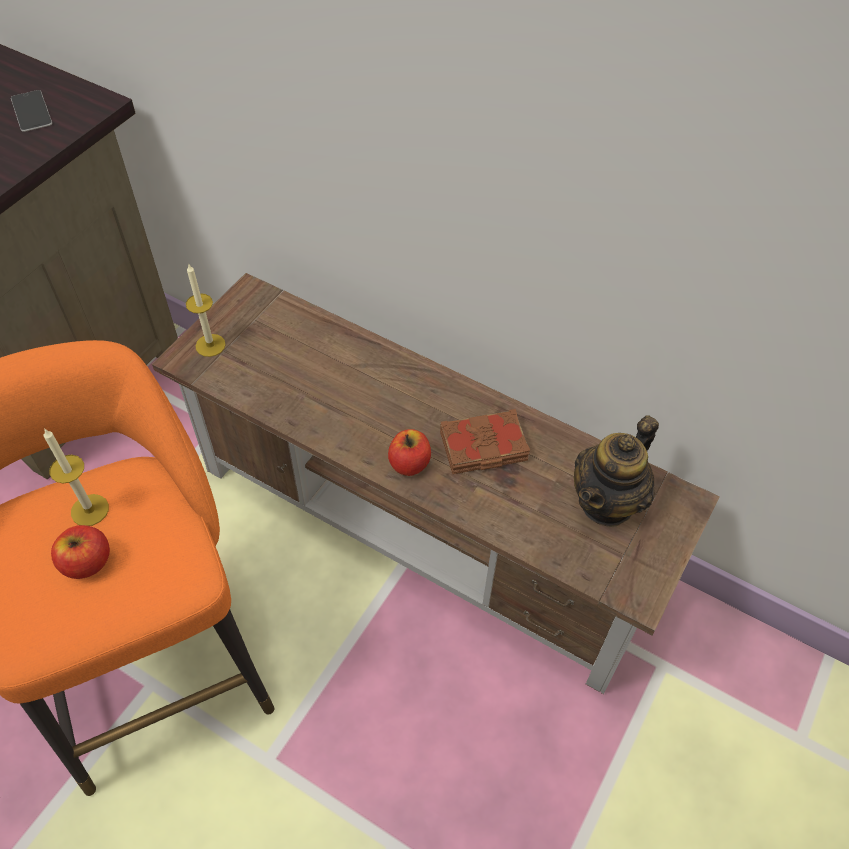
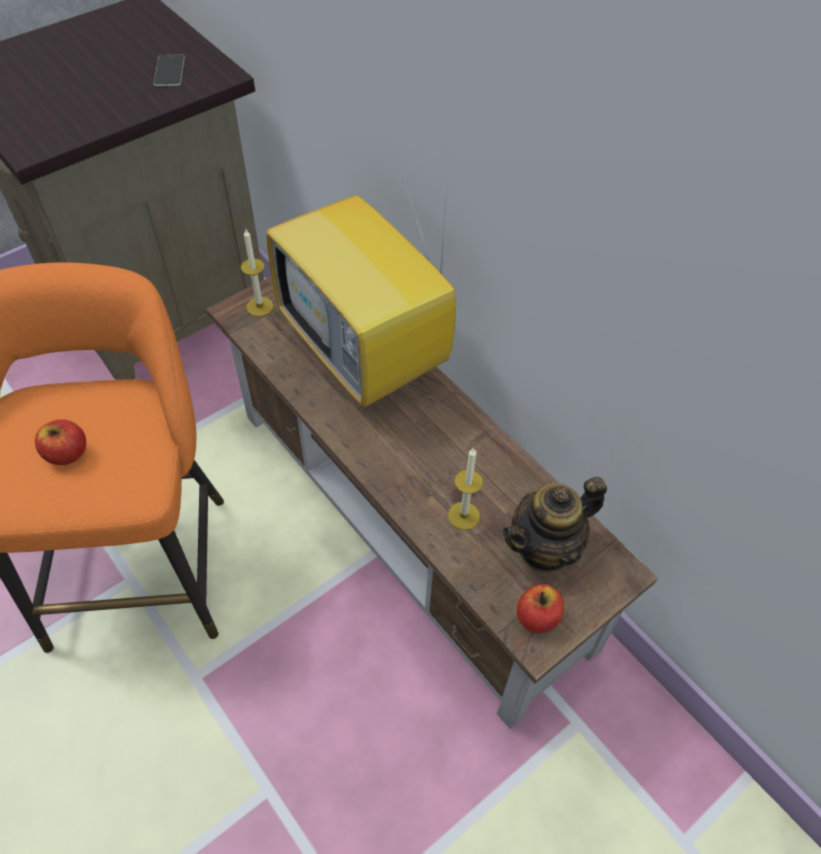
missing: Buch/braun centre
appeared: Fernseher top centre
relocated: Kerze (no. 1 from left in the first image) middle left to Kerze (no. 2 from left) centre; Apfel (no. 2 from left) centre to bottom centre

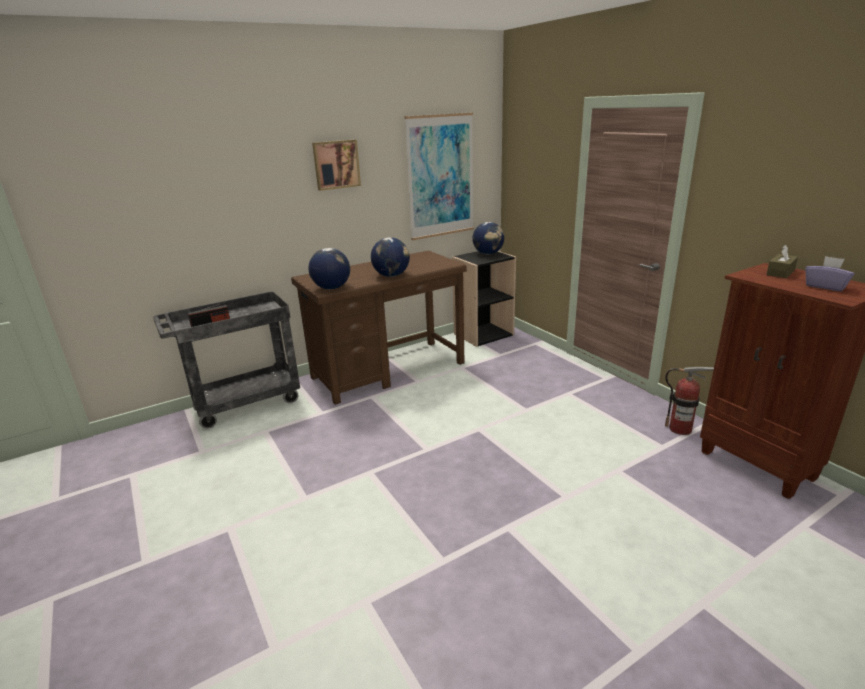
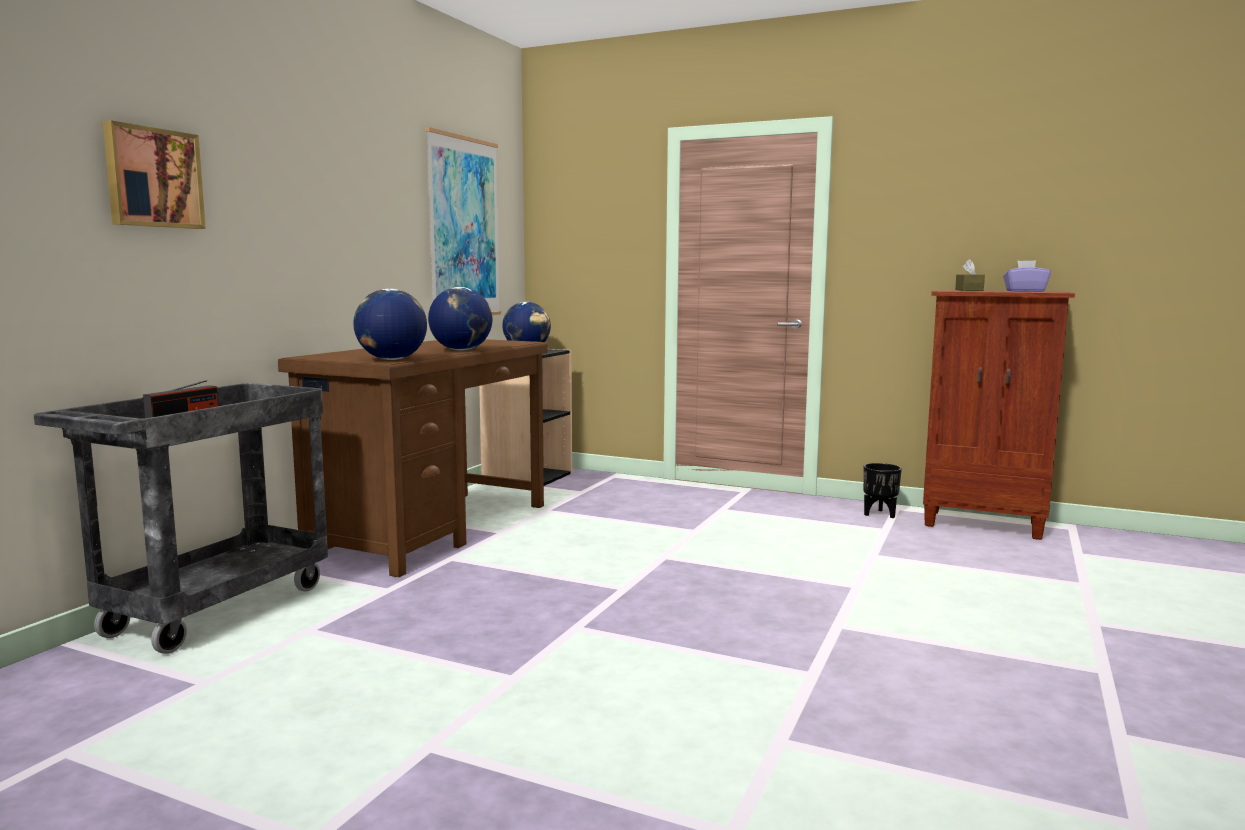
relocated: Bild (no. 1 from left) top centre to top left
exchanged: Feuerlöscher middle right to Pflanzkübel/schwarz middle right

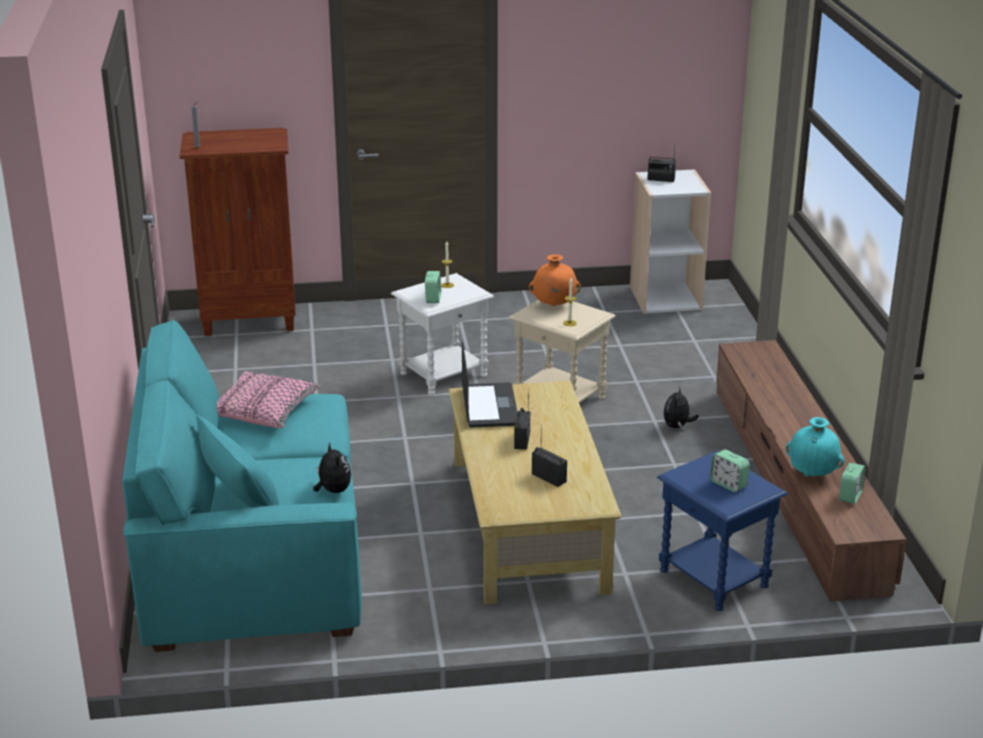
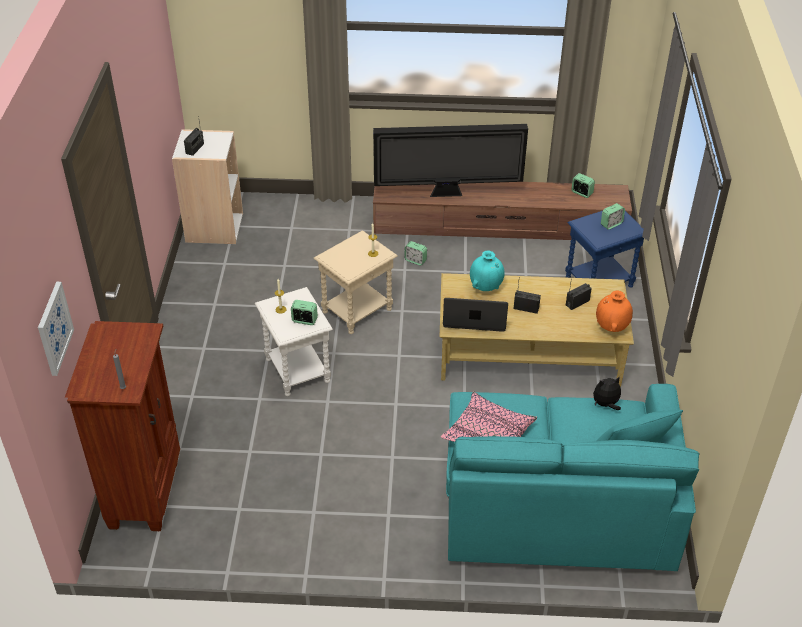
appeared: Bild middle left; Fernseher top centre
relocated: Vase/türkis middle right to centre; Vase/orange centre to middle right
exchanged: Plüschtier (no. 2 from left) middle right to Wecker (no. 2 from left) centre

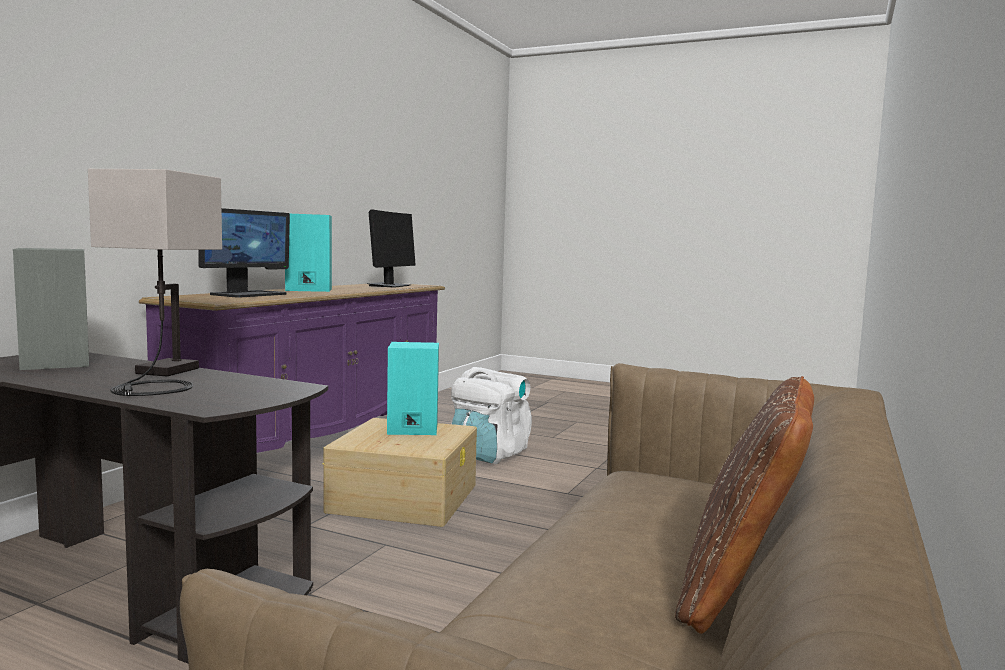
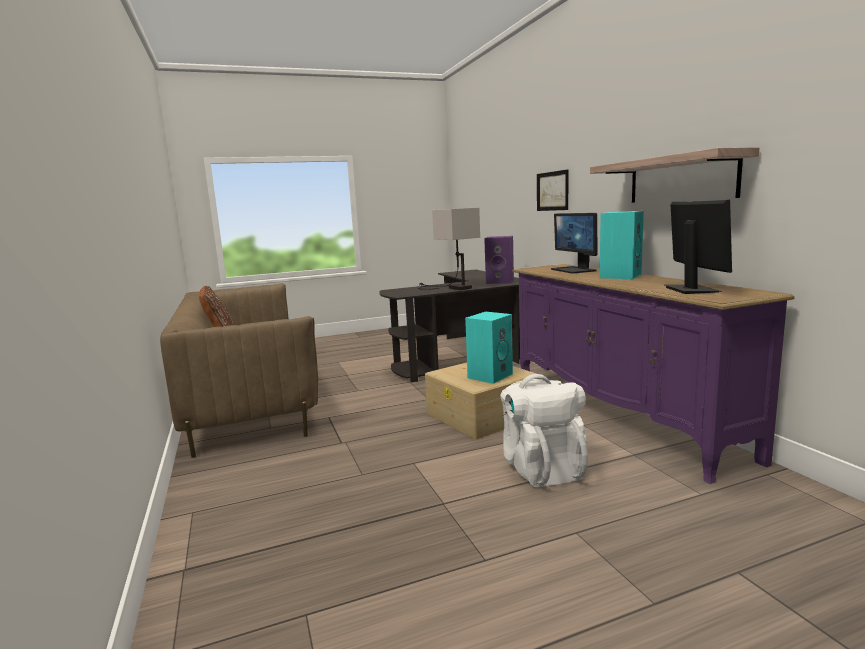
appeared: Bild top centre; Wandregal top right
colour: Lautsprecher/grau middle left to Lautsprecher/lila centre
spun: Monitor (no. 2 from left) centre = middle right 150 degrees counterclockwise

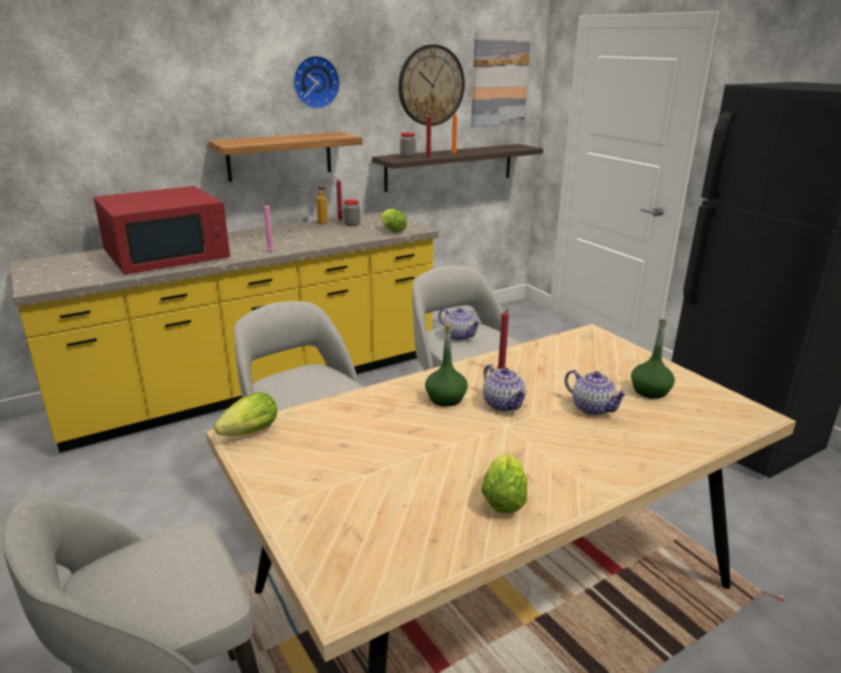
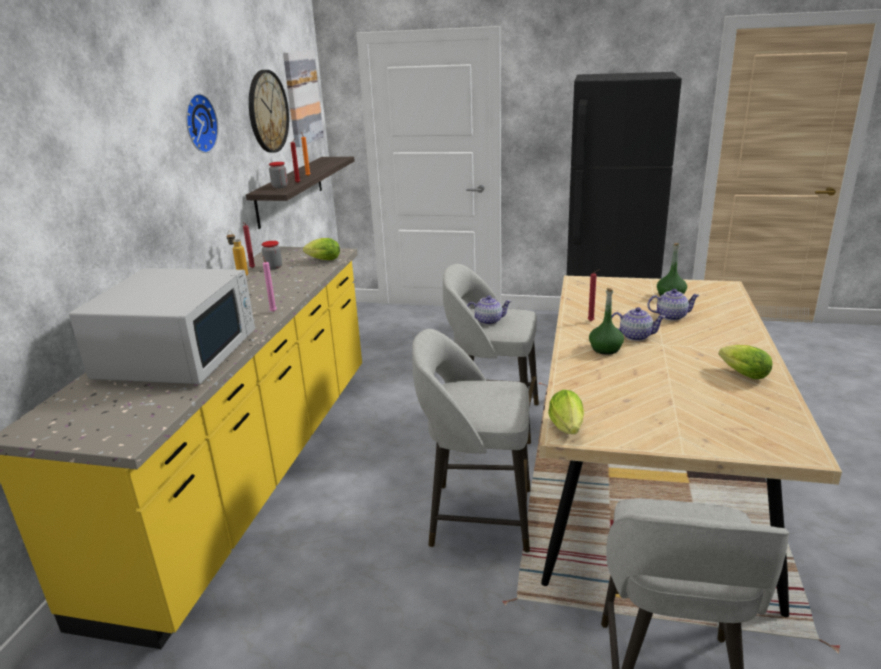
missing: Wandregal (no. 1 from left) top centre
colour: Mikrowelle/rot middle left to Mikrowelle/weiß middle left

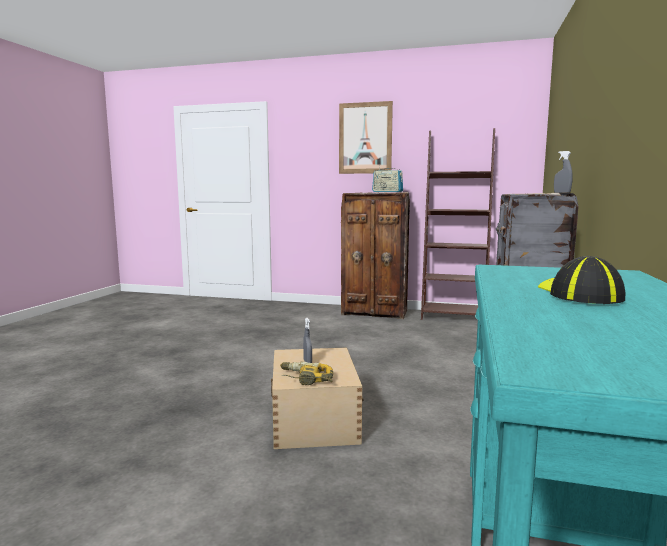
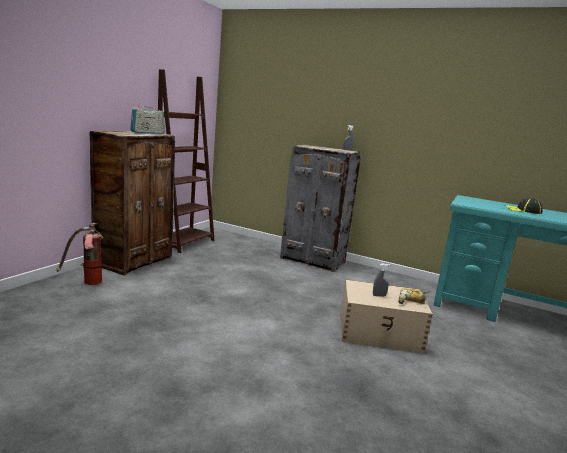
missing: Bild top centre
appeared: Feuerlöscher middle left

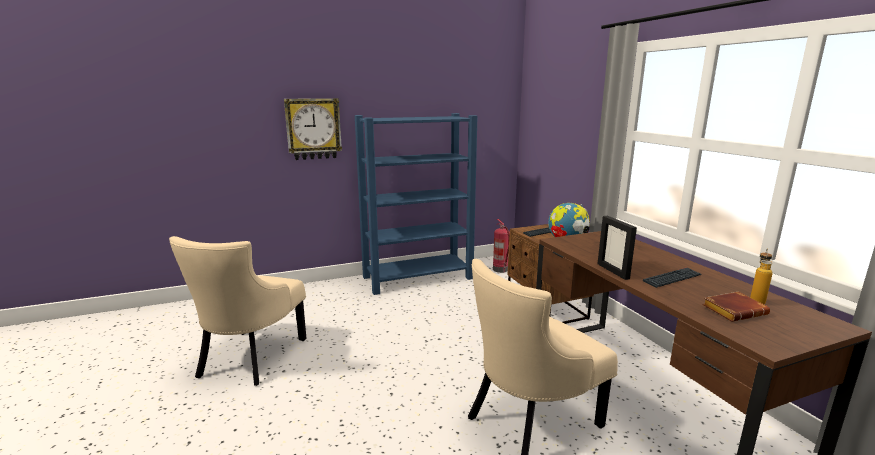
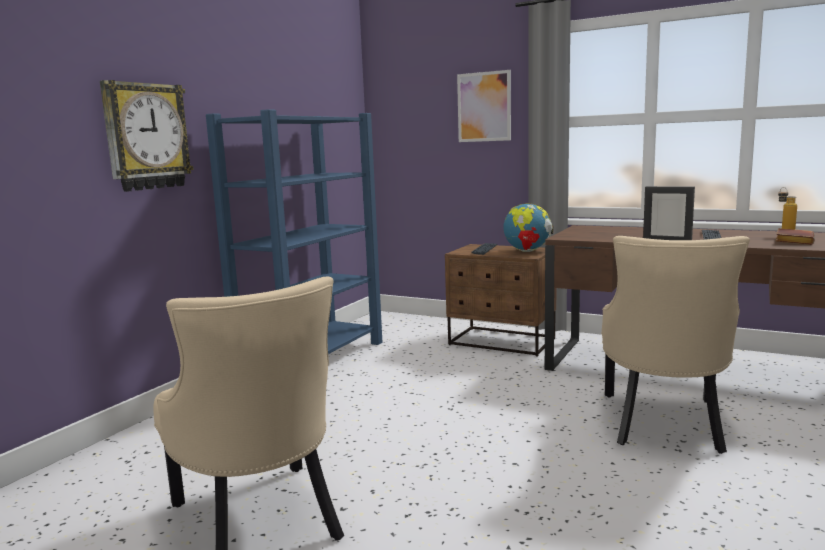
missing: Feuerlöscher centre
appeared: Bild top centre

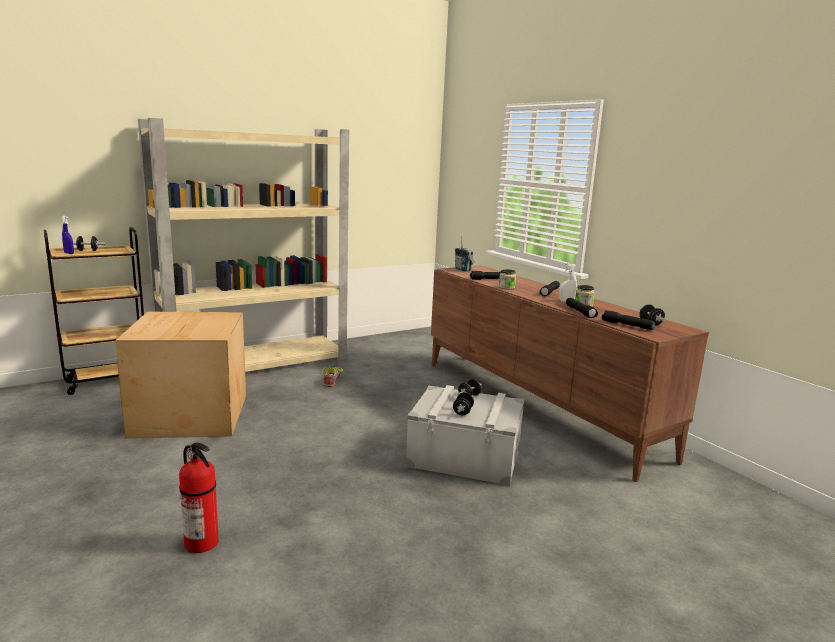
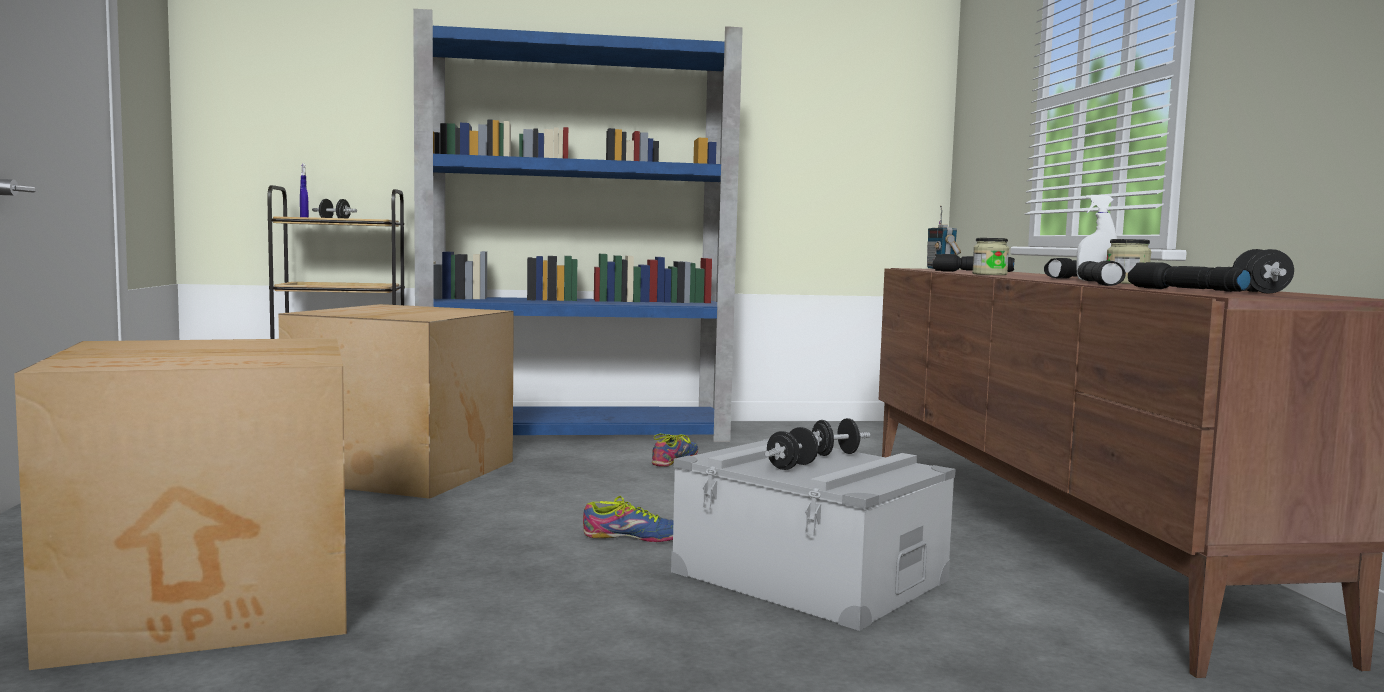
appeared: Schuh (no. 1 from left) bottom centre
exchanged: Feuerlöscher bottom left to Karton (no. 1 from left) bottom left
colour: Bücherregal/beige middle left to Bücherregal/blau top centre

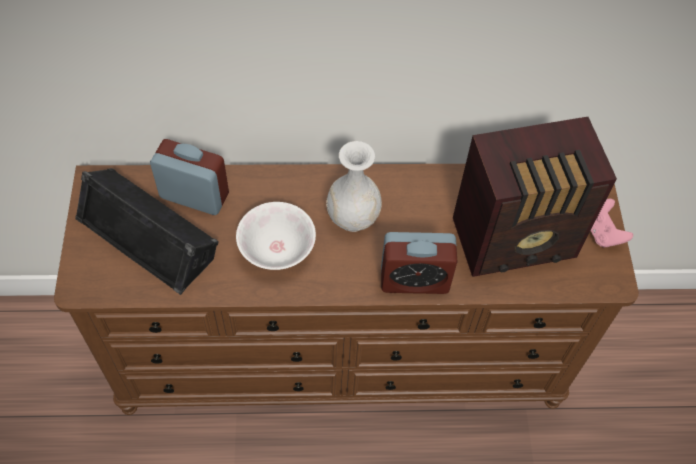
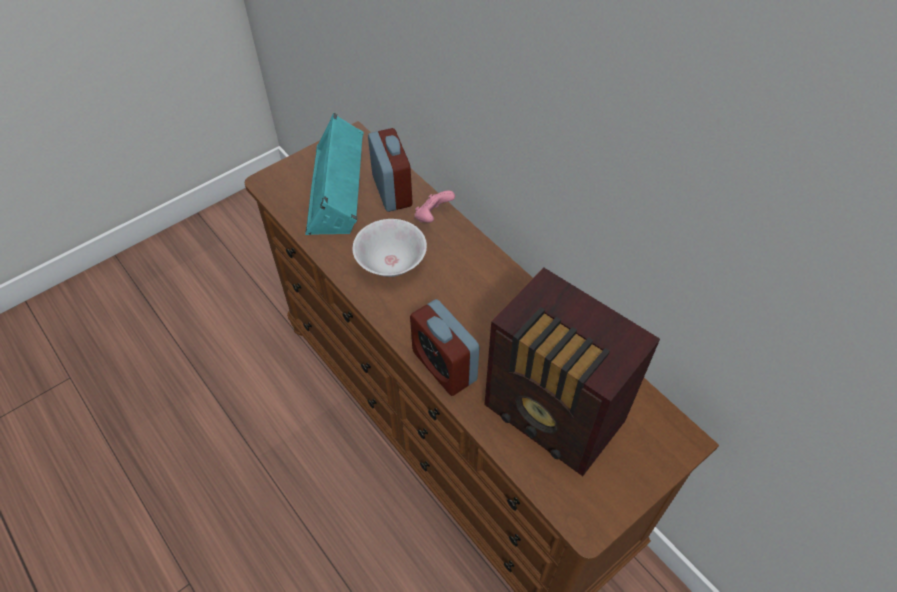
missing: Vase/weiß centre
relocated: Gamepad/rosa middle right to centre
colour: Lautsprecher/schwarz middle left to Lautsprecher/türkis top centre

